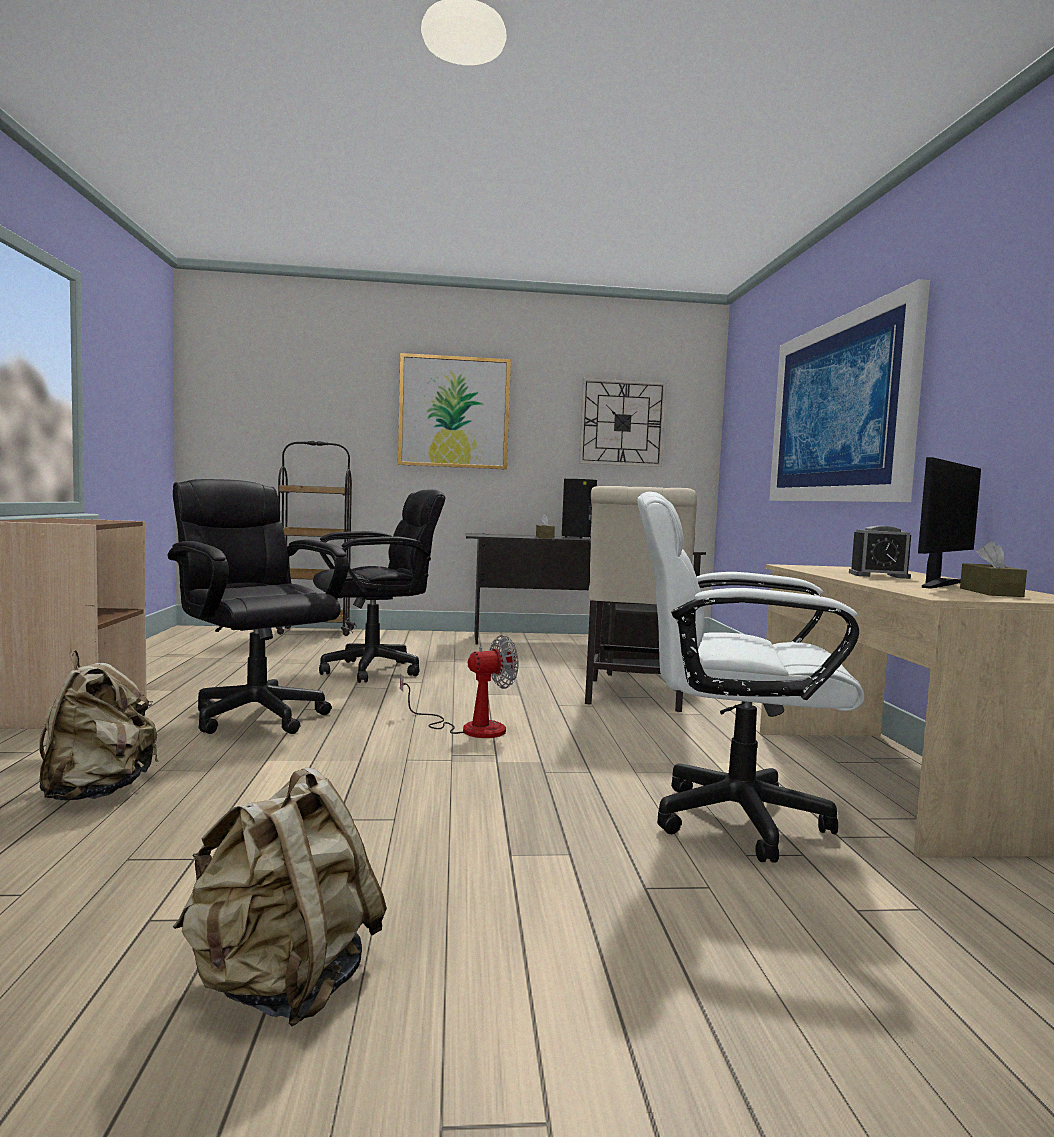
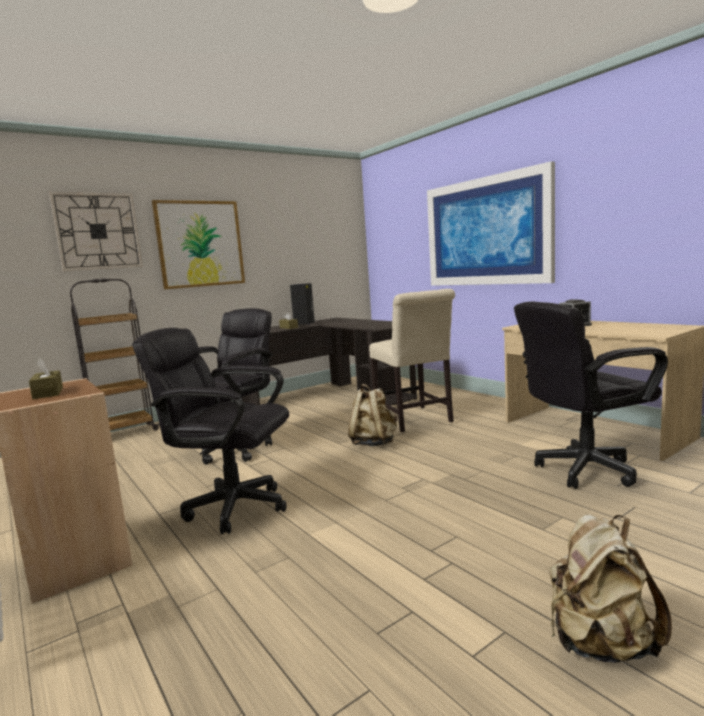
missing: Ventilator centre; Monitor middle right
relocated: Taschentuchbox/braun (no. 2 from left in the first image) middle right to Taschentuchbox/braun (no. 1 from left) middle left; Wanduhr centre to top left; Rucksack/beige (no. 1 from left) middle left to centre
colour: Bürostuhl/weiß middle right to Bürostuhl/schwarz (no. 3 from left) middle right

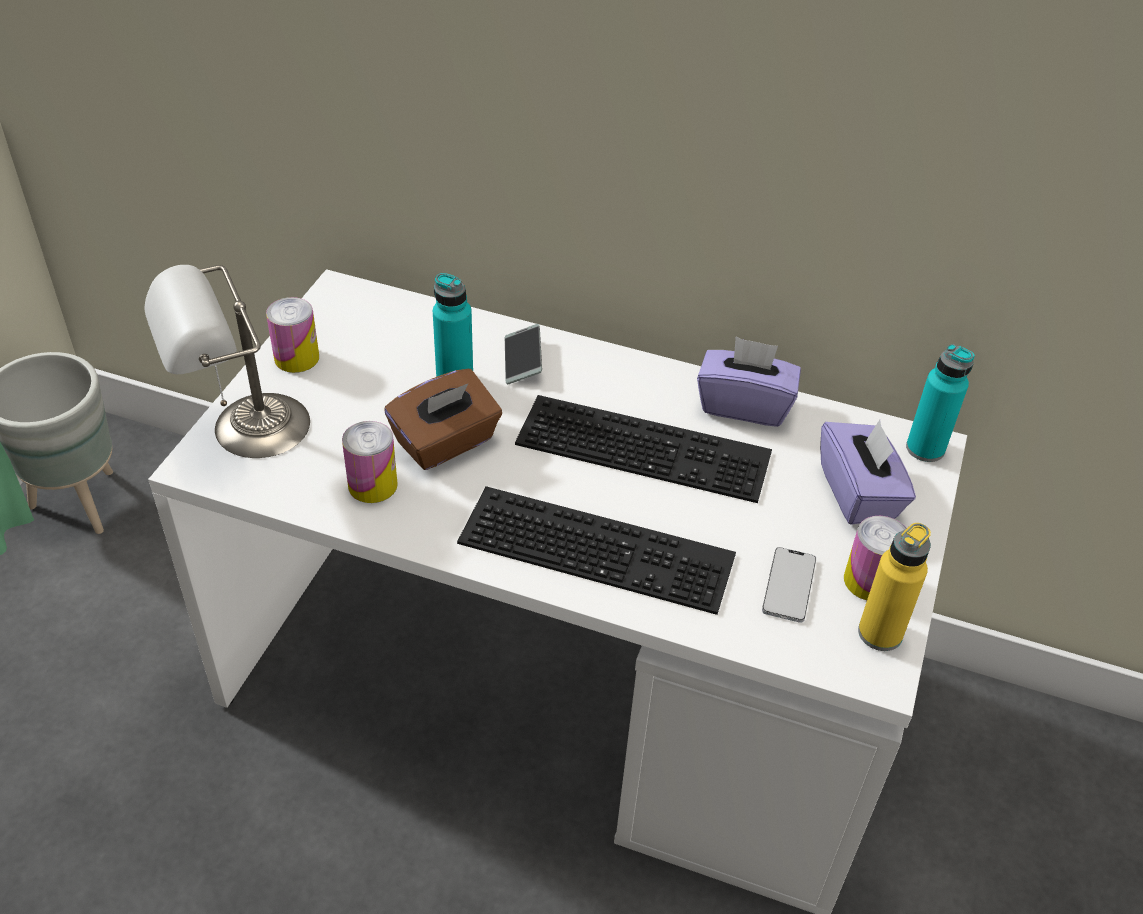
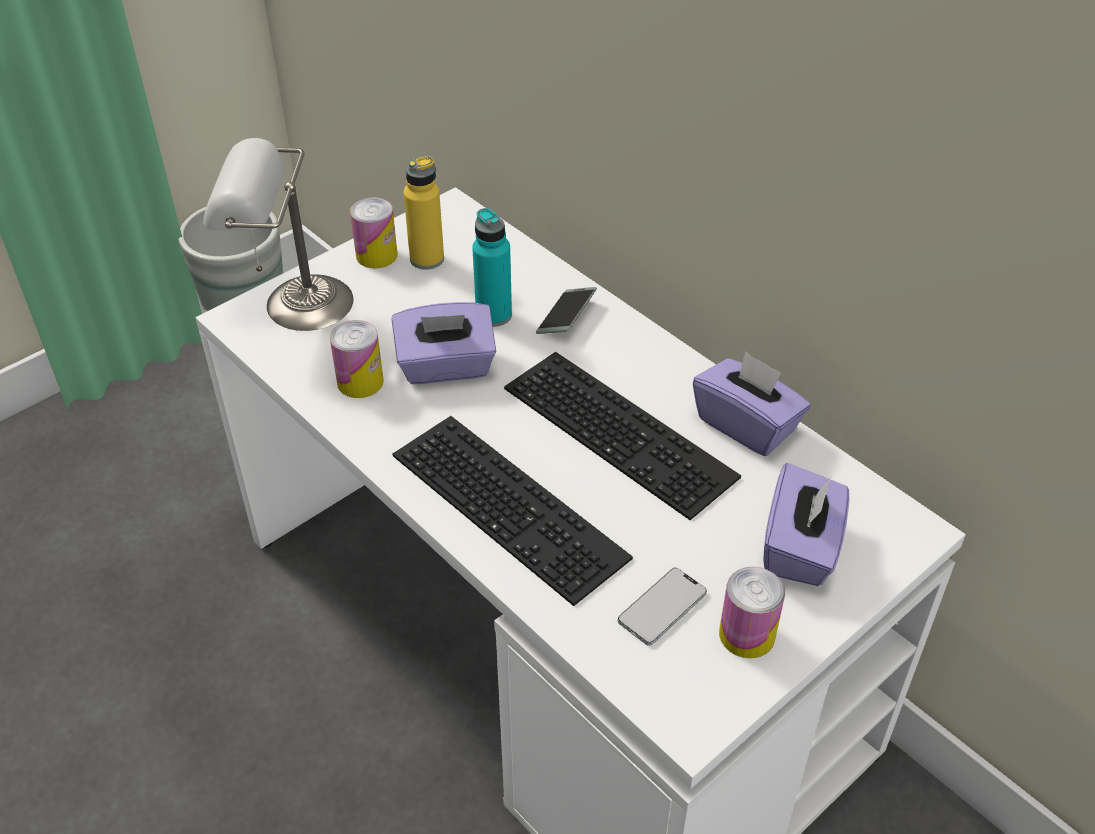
missing: Flasche/türkis (no. 2 from left) middle right
relocated: Flasche/gelb middle right to top centre
colour: Taschentuchbox/braun centre to Taschentuchbox/lila (no. 1 from left) centre

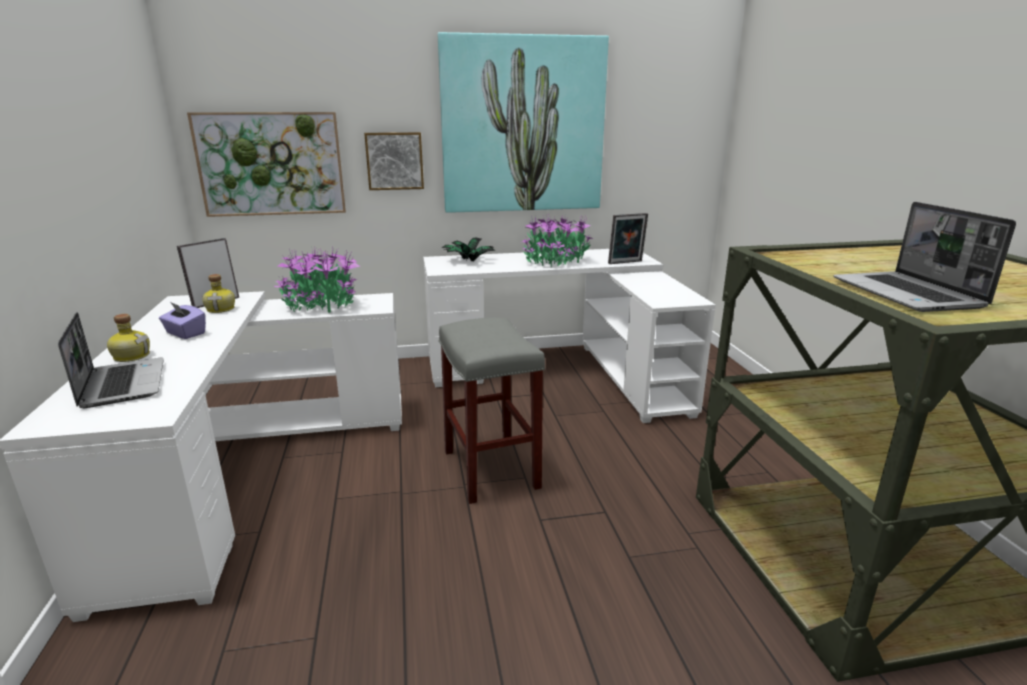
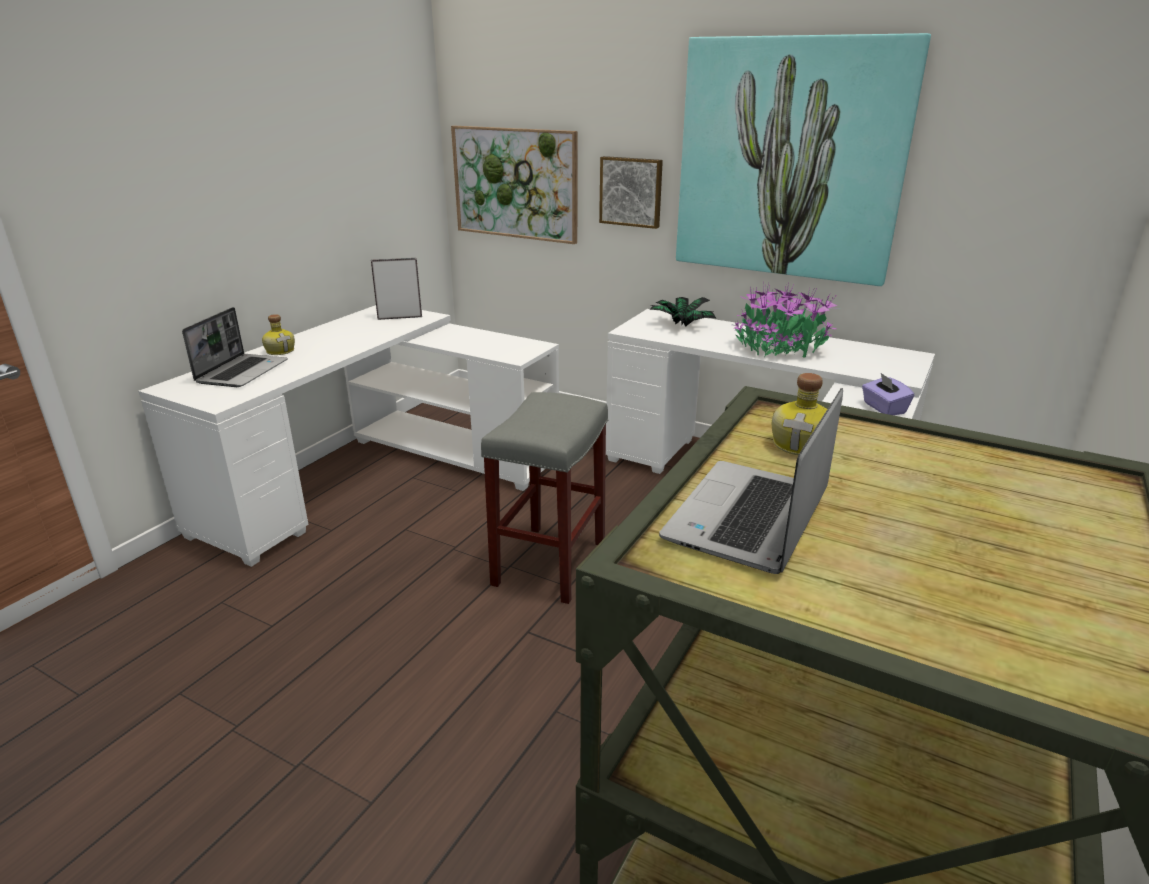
missing: Topfpflanze (no. 1 from left) middle left; Bilderrahmen (no. 2 from left) centre
relocated: Flasche (no. 2 from left) middle left to middle right; Taschentuchbox/lila middle left to middle right

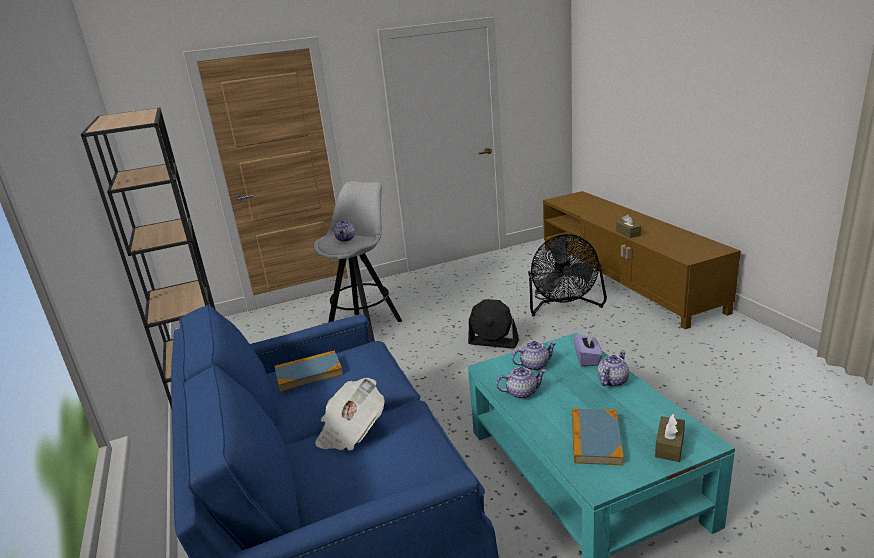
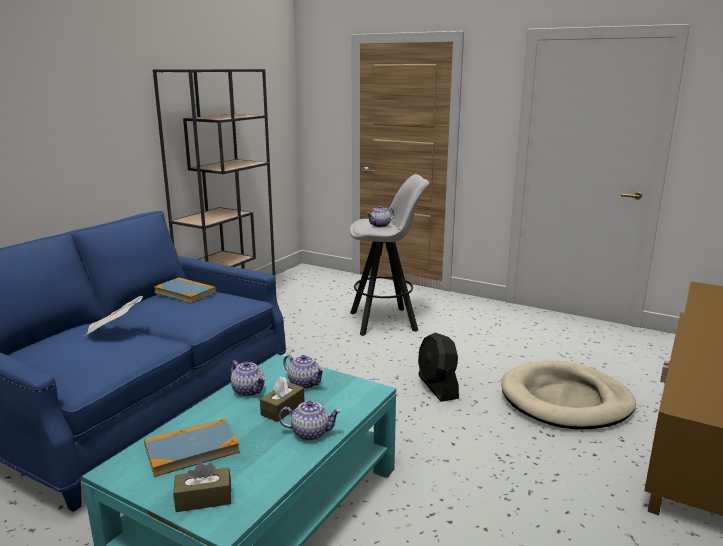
missing: Taschentuchbox/lila middle right
relocated: Taschentuchbox/braun (no. 1 from left in the first image) middle right to Taschentuchbox/braun (no. 2 from left) bottom centre
exchanged: Ventilator/schwarz (no. 2 from left) centre to Hundebett/beige bottom right

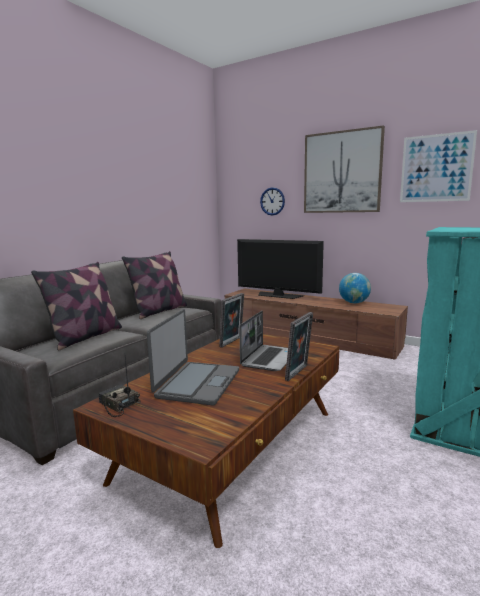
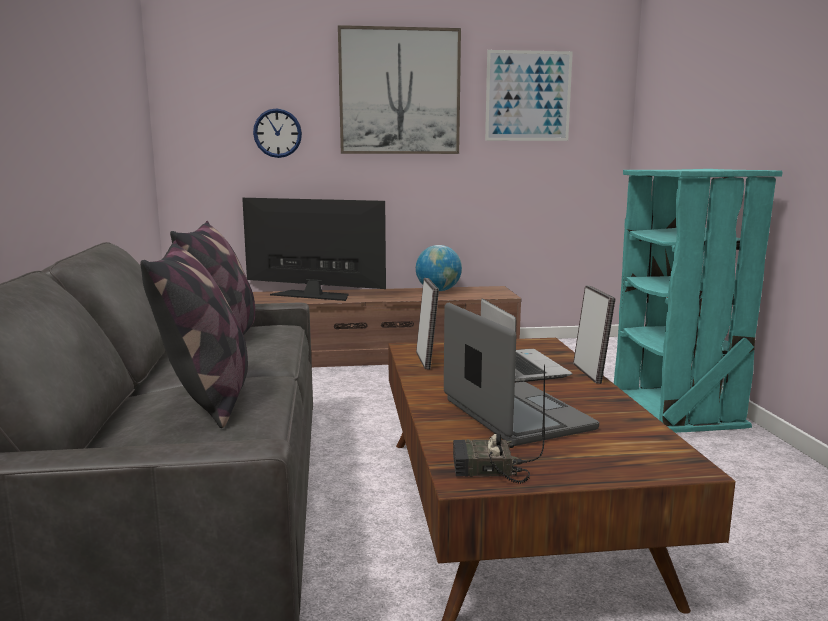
spun: Fernseher centre = centre 150 degrees counterclockwise

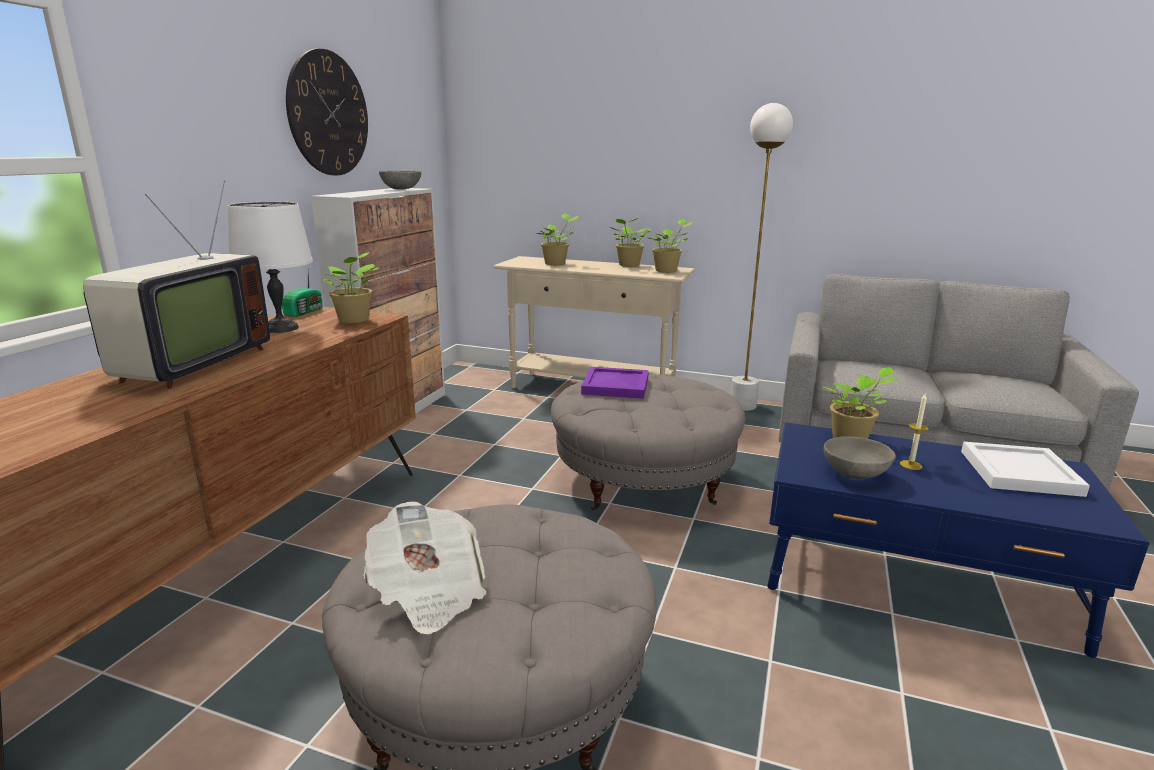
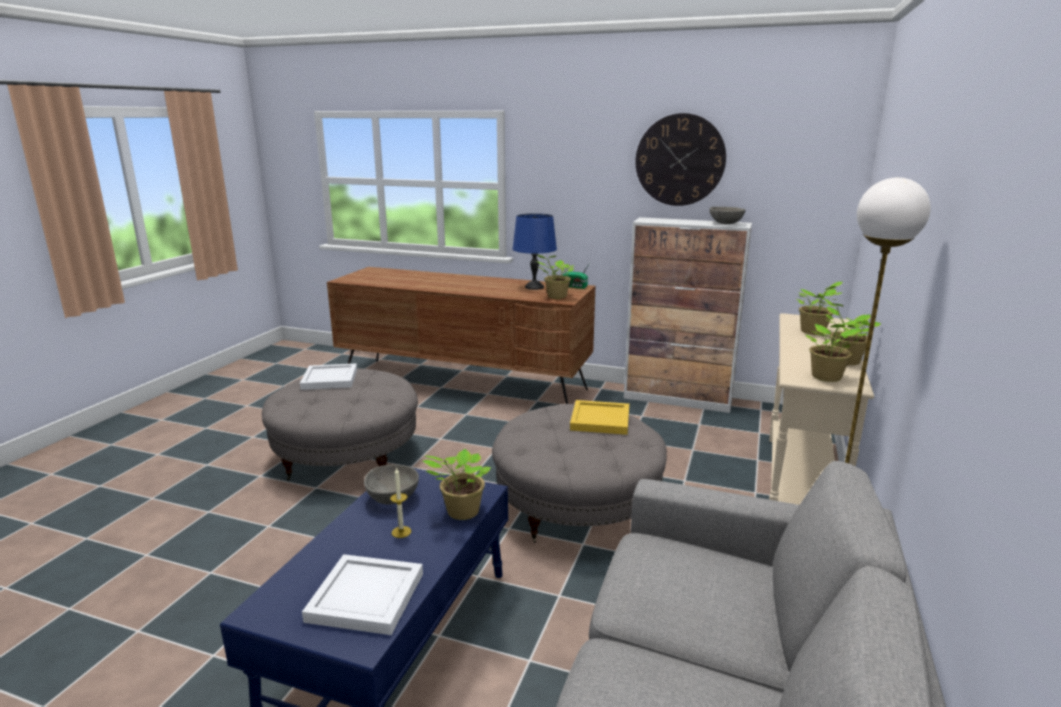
missing: Fernseher middle left
exchanged: Zeitung bottom centre to Tablett/weiß (no. 1 from left) middle left
colour: Tischlampe/weiß middle left to Tischlampe/blau centre; Tablett/lila centre to Tablett/gelb centre

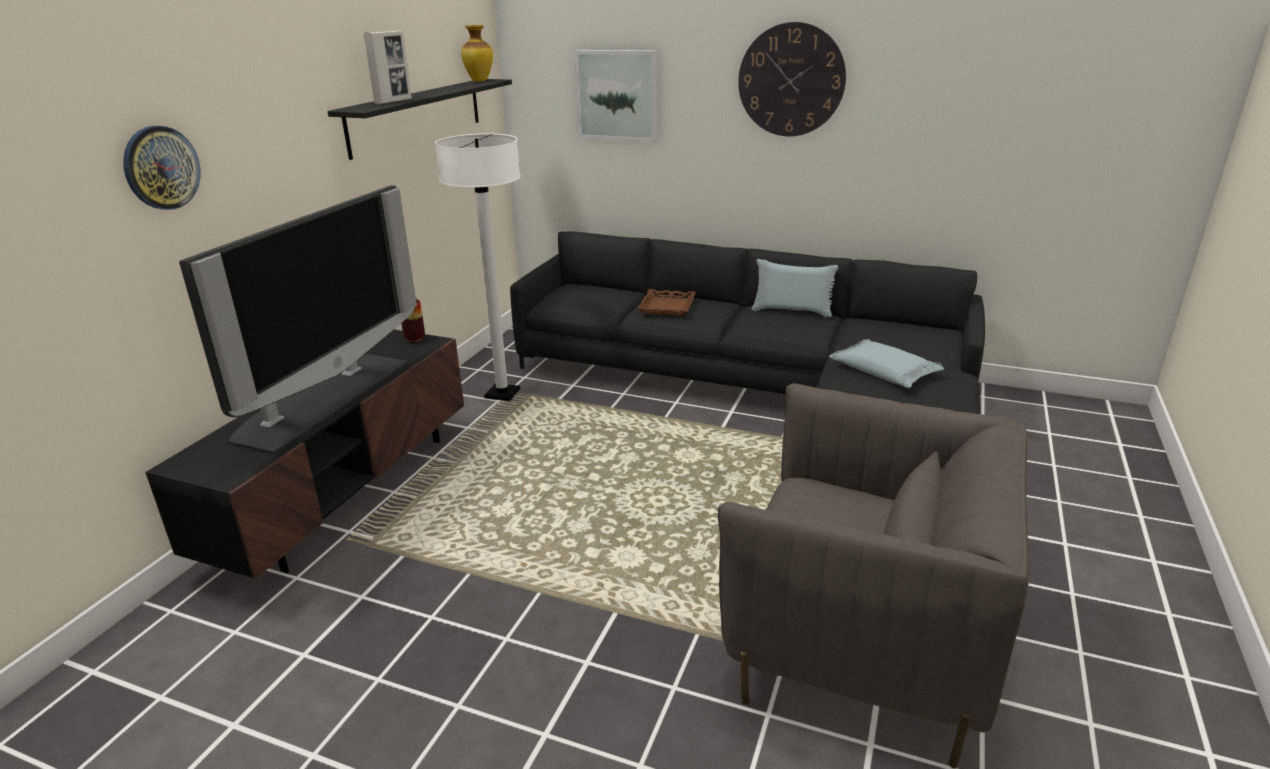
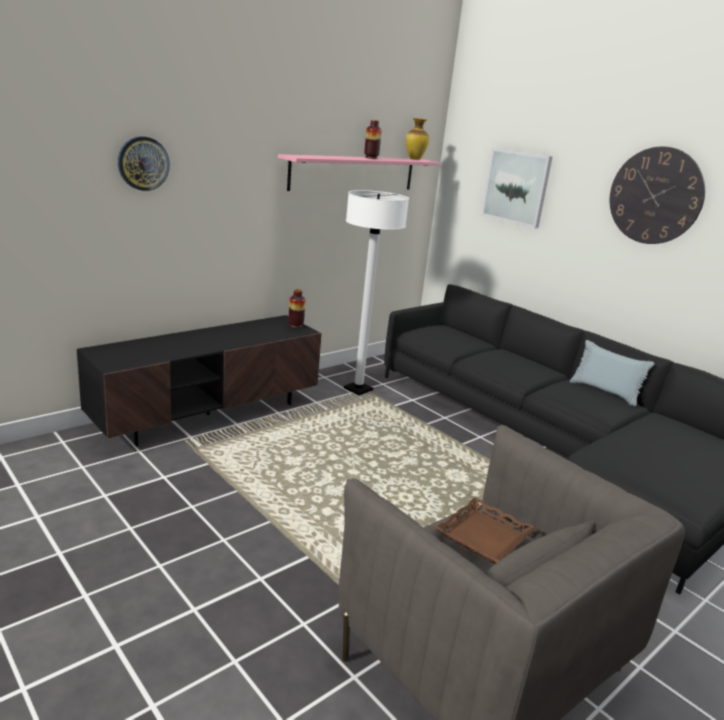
missing: Fernseher middle left; Bilderrahmen top left; Kissen/blau (no. 2 from left) middle right
appeared: Vase (no. 2 from left) top centre
relocated: Tablett/braun centre to bottom right
colour: Wandregal/schwarz top left to Wandregal/rosa top centre

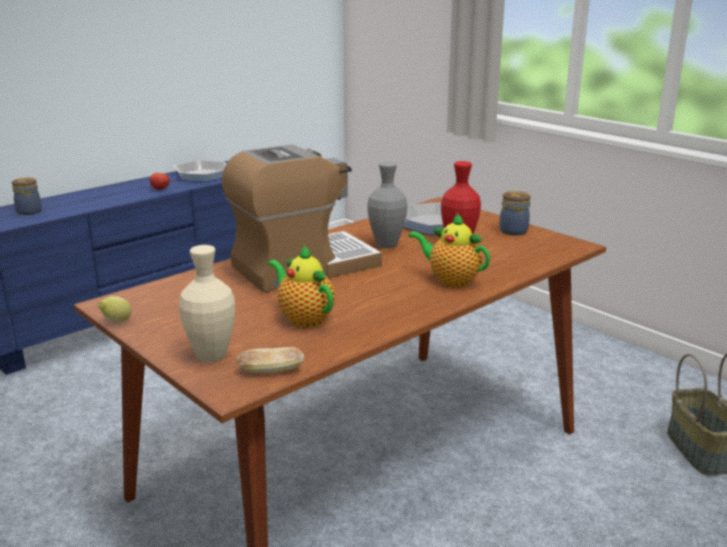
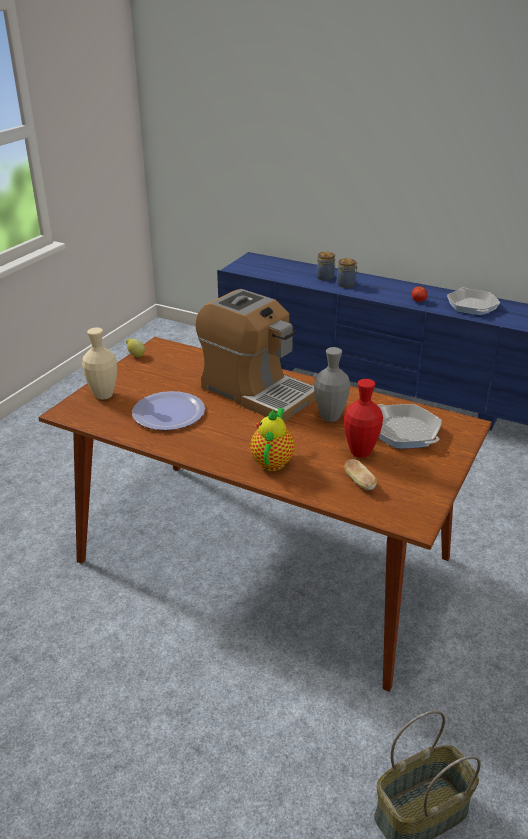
relocated: Vorratsglas (no. 2 from left) middle right to top centre; Brot centre to middle right
exchanged: Teekanne (no. 1 from left) centre to Teller middle left

